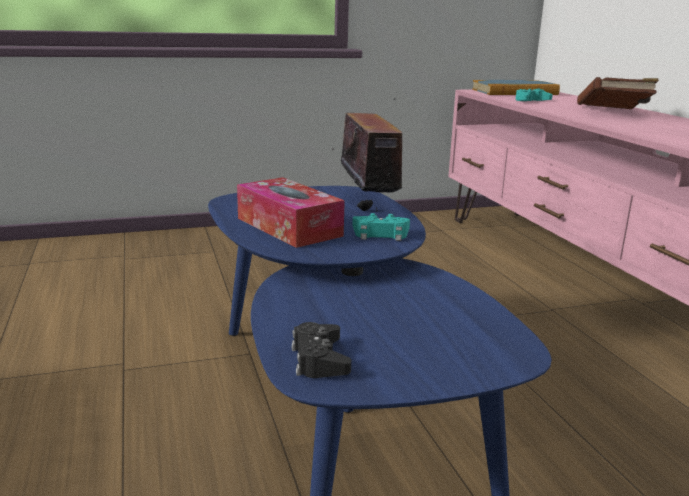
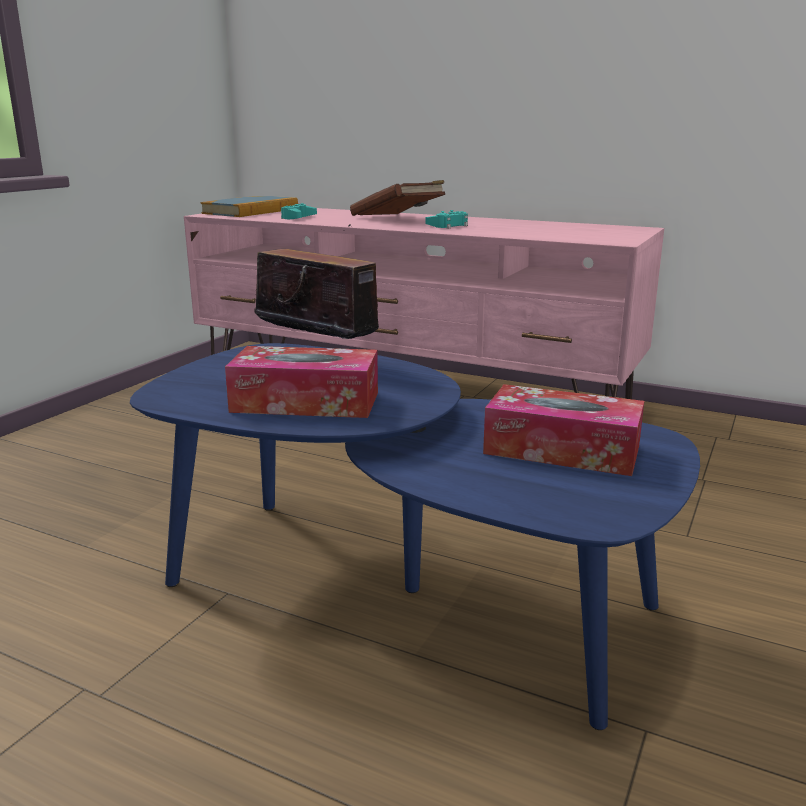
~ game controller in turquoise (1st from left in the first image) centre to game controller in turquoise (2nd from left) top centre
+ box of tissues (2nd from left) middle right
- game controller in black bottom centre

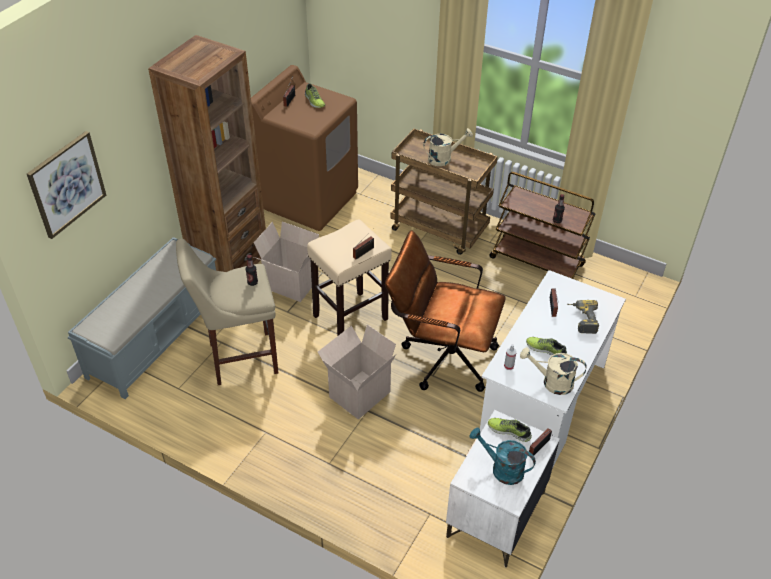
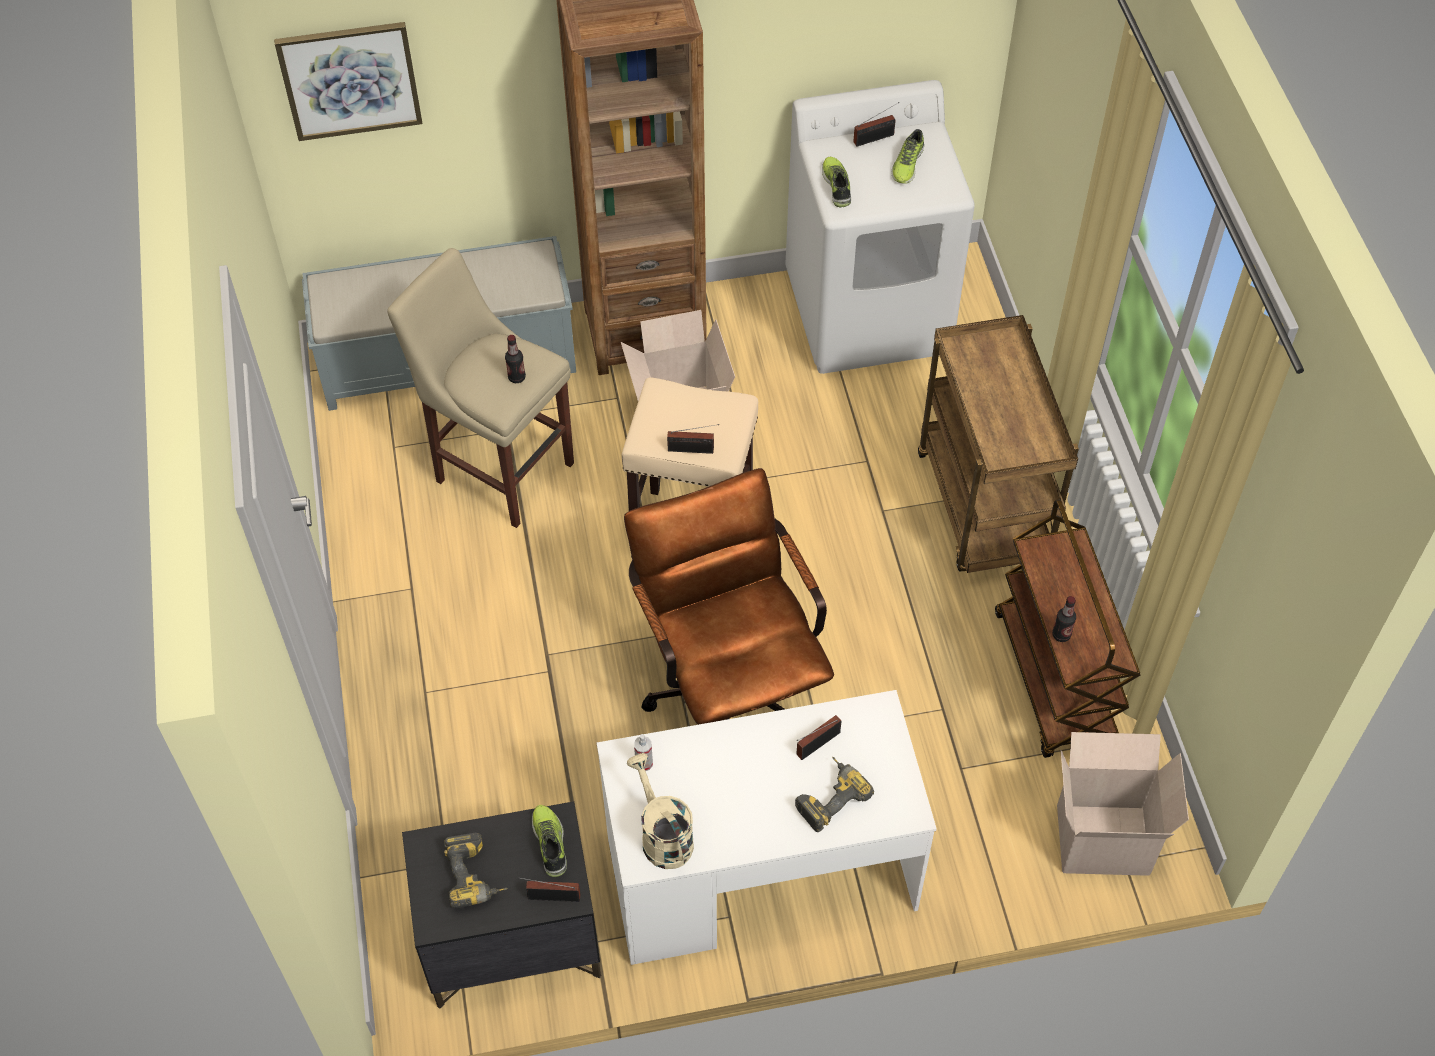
~ night table in white bottom centre to night table in black bottom centre
~ watering can in turquoise bottom centre to drill (1st from left) bottom left
~ laundry appliance in brownish top centre to laundry appliance in white top centre
~ item of footwear (3rd from left in the first image) middle right to item of footwear (2nd from left) top centre
~ cardboard box (2nd from left) centre to bottom right
- watering can in beige (1st from left) top centre

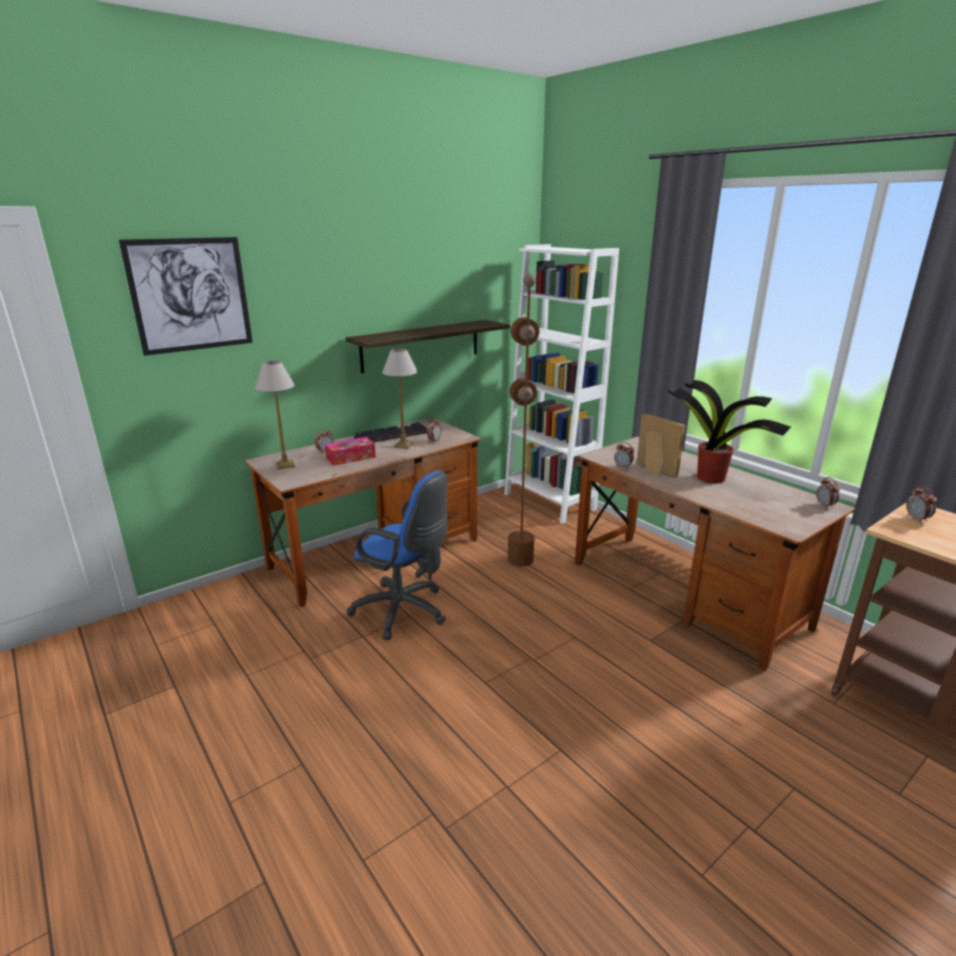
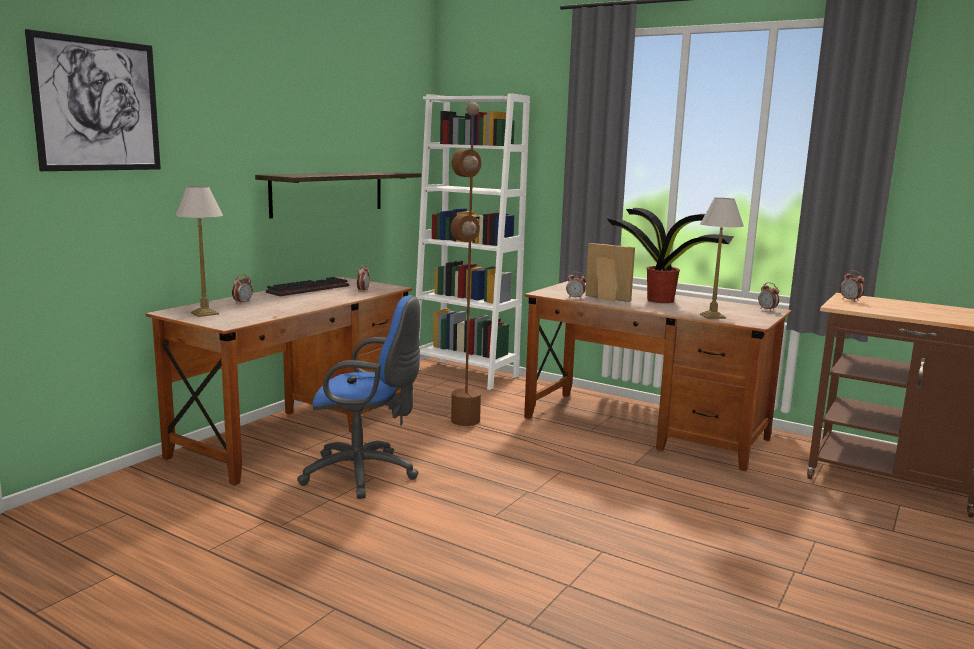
~ table lamp (2nd from left) centre to middle right
- box of tissues centre

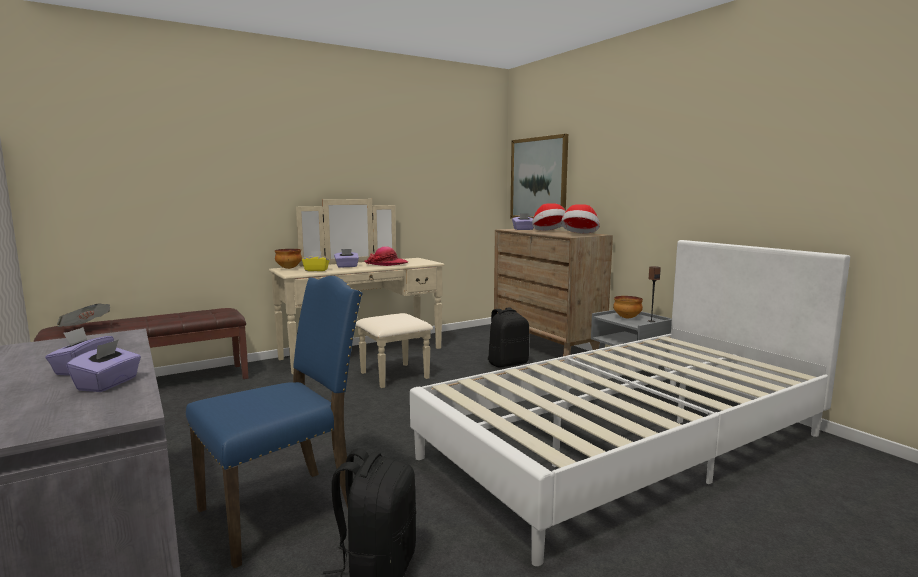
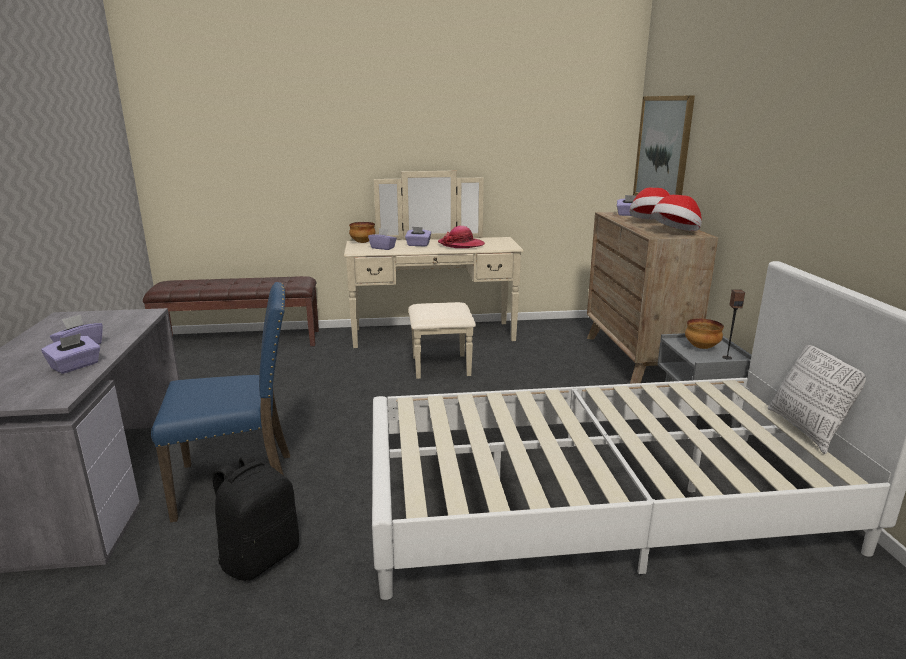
~ box of tissues in yellow centre to box of tissues in purplish (3rd from left) centre
+ cushion middle right
- newspaper middle left
- knapsack in black (2nd from left) centre

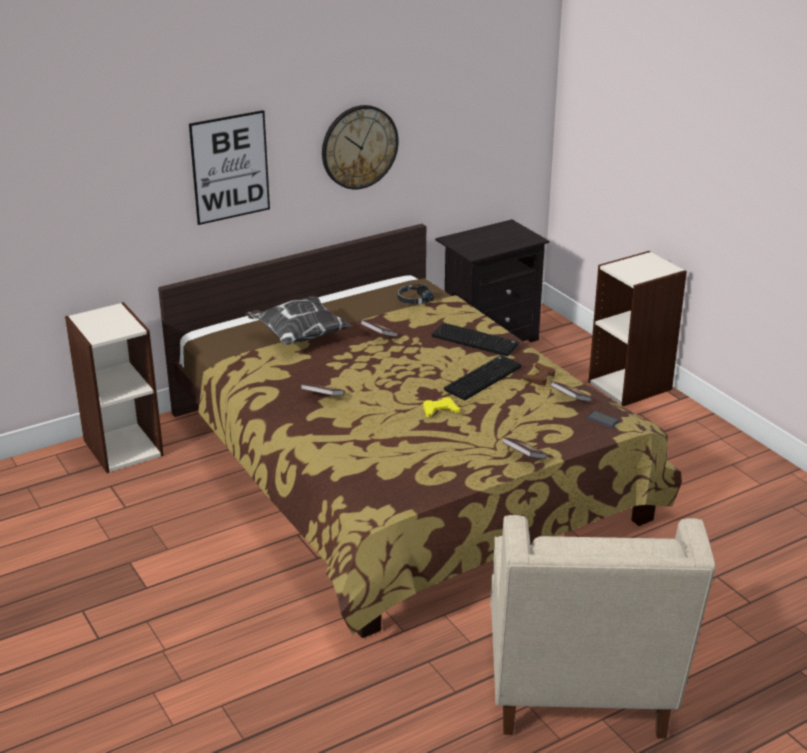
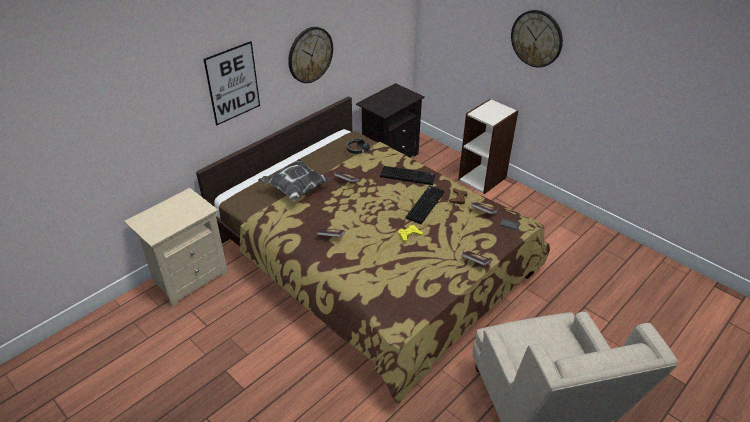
~ bookcase (1st from left) middle left to night table in beige middle left
+ wall clock (2nd from left) top right

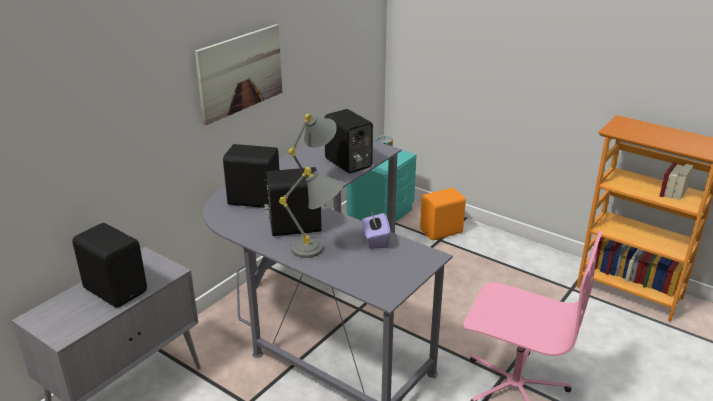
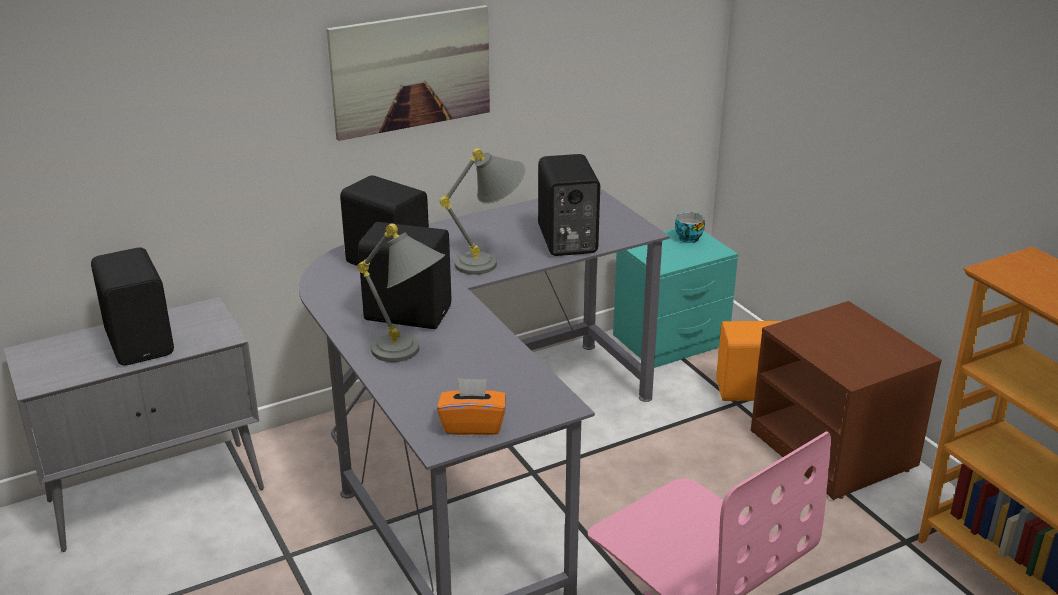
+ box of tissues in orange-coloured bottom centre
+ night table in brownish bottom right
- box of tissues in purplish centre

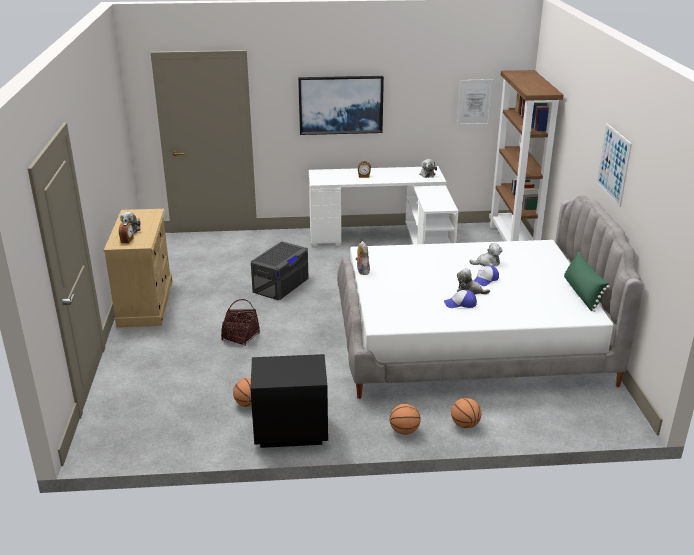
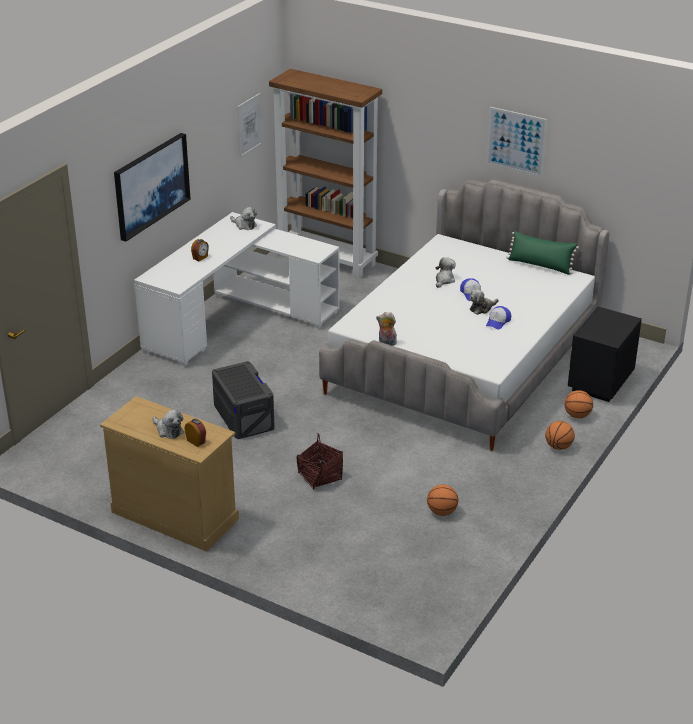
~ night table in black bottom centre to middle right

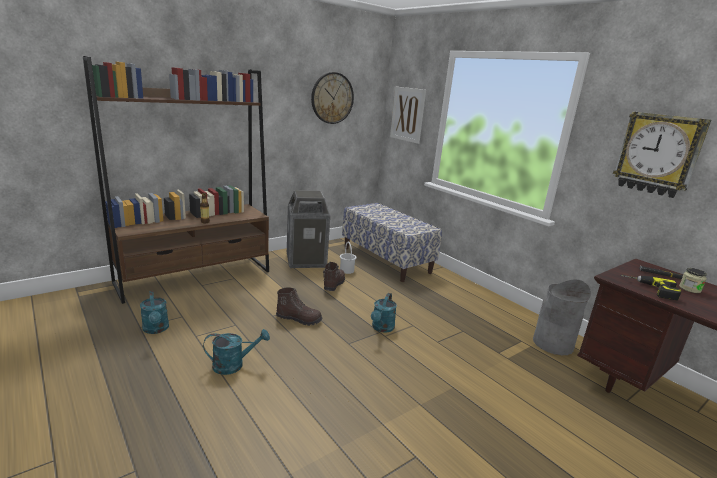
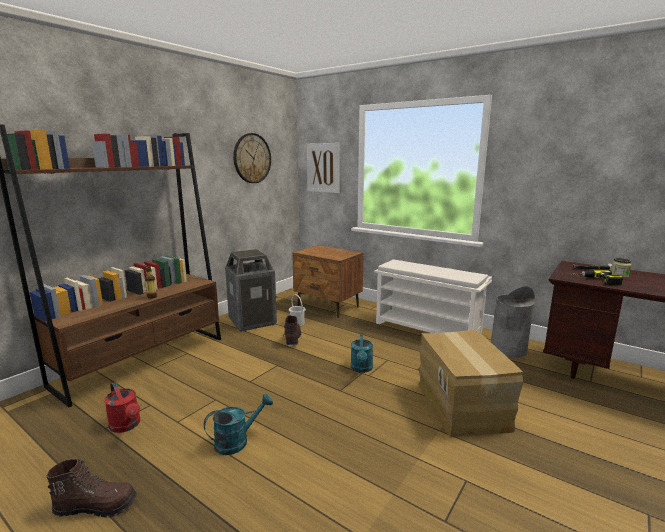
~ boot in brownish (1st from left) centre to bottom left
~ watering can in turquoise (1st from left) middle left to watering can in reddish bottom left
~ indoor bench centre to night table in brownish centre
+ shoe rack in white centre
+ cardboard box bottom right
- wall clock (2nd from left) top right

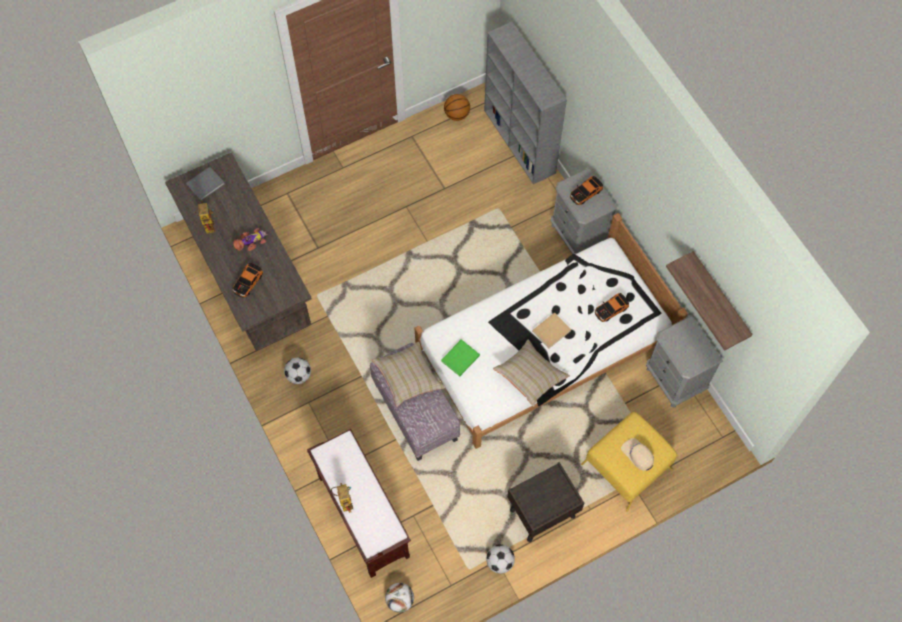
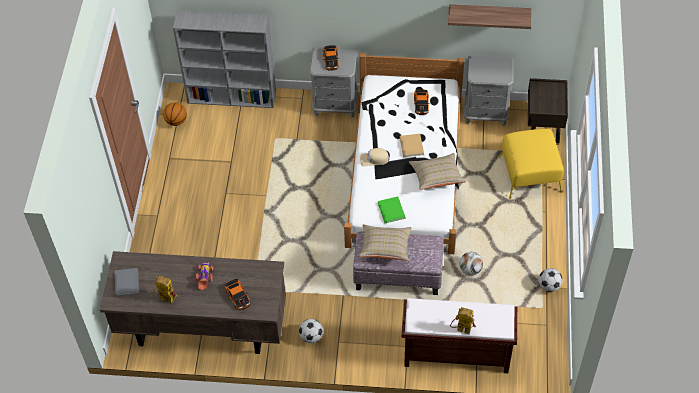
~ cap in beige bottom right to centre
~ football (2nd from left) bottom centre to bottom right
~ night table in brownish bottom centre to top right

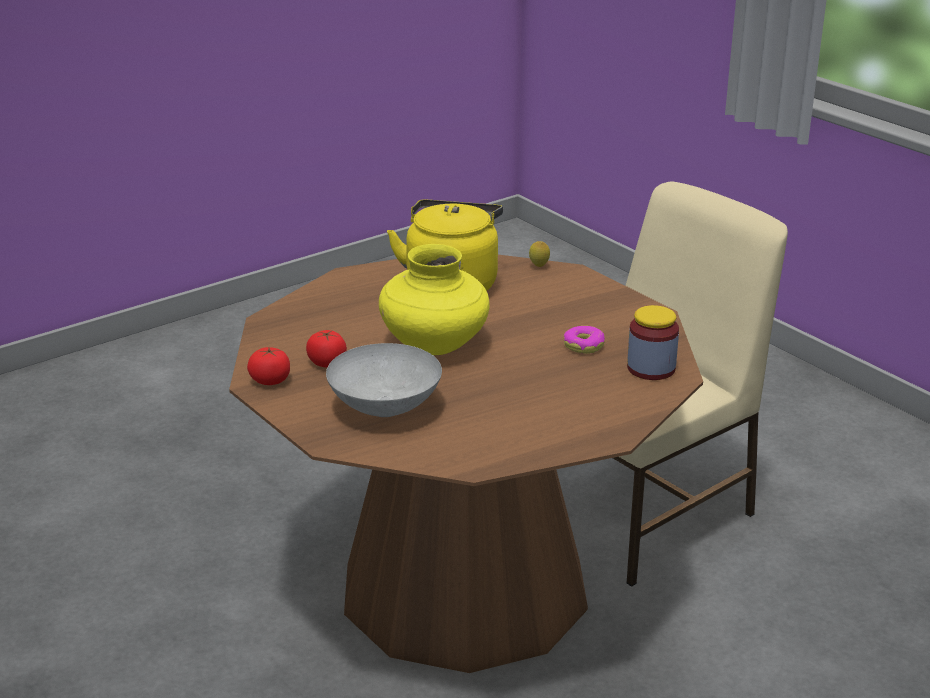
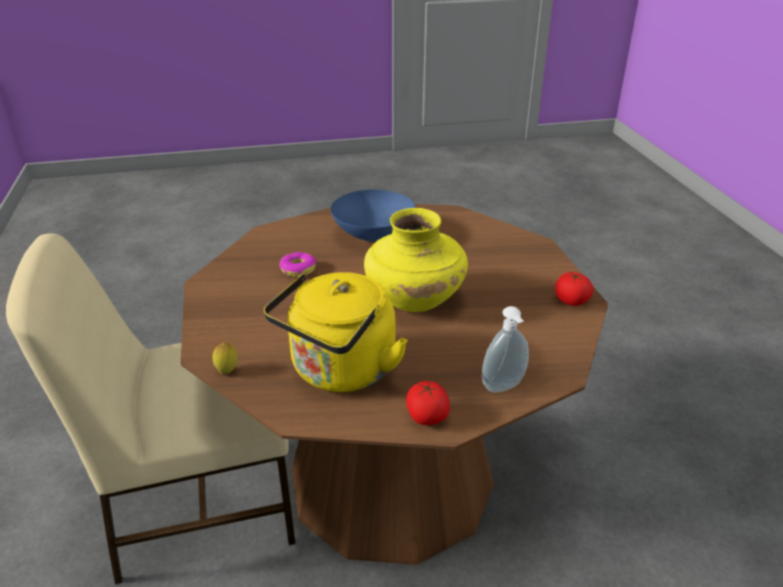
+ serving bowl in blue centre
~ tomato (2nd from left in the first image) centre to tomato (1st from left) bottom centre
+ liquid soap bottle centre
- serving bowl in greyish centre
- preserve jar middle right

